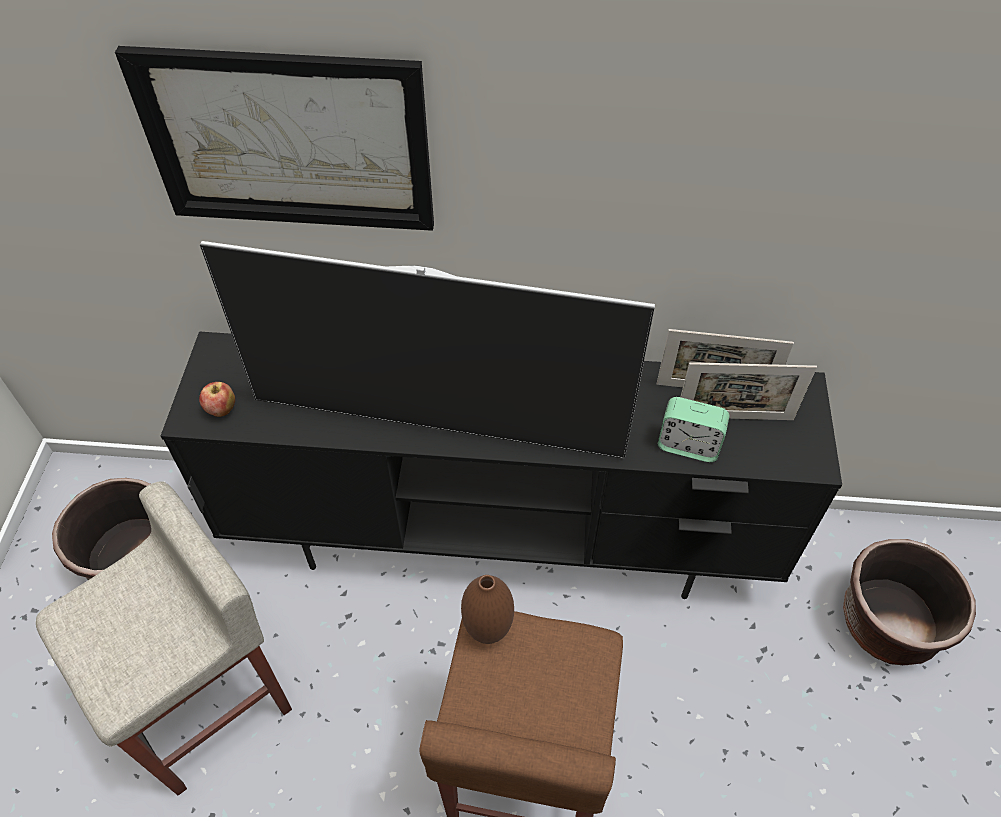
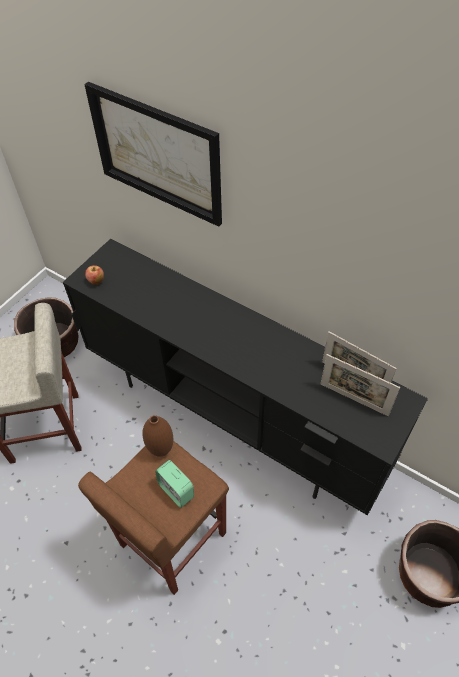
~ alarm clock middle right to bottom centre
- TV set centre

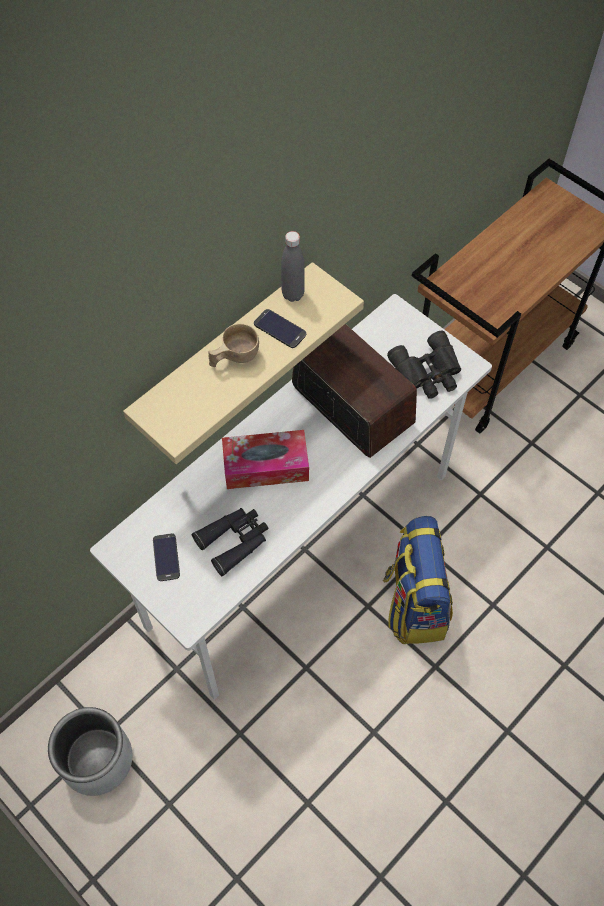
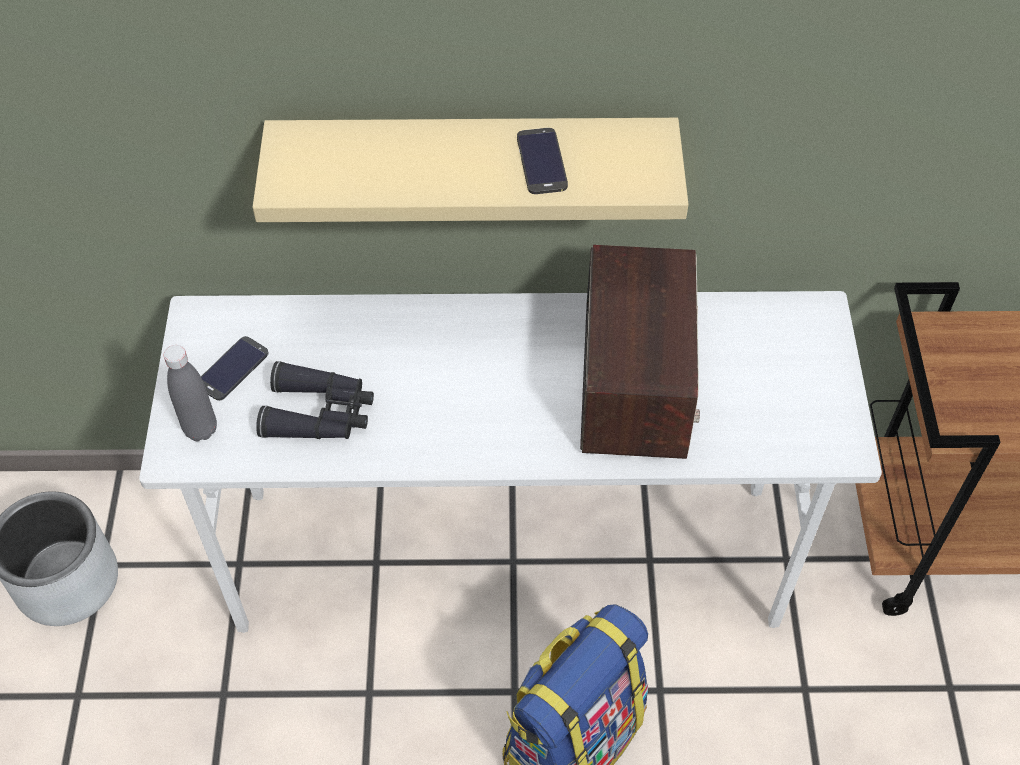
~ drink bottle in greyish top centre to middle left
- drinking cup in beige centre
- box of tissues centre
- field glasses in black (2nd from left) middle right

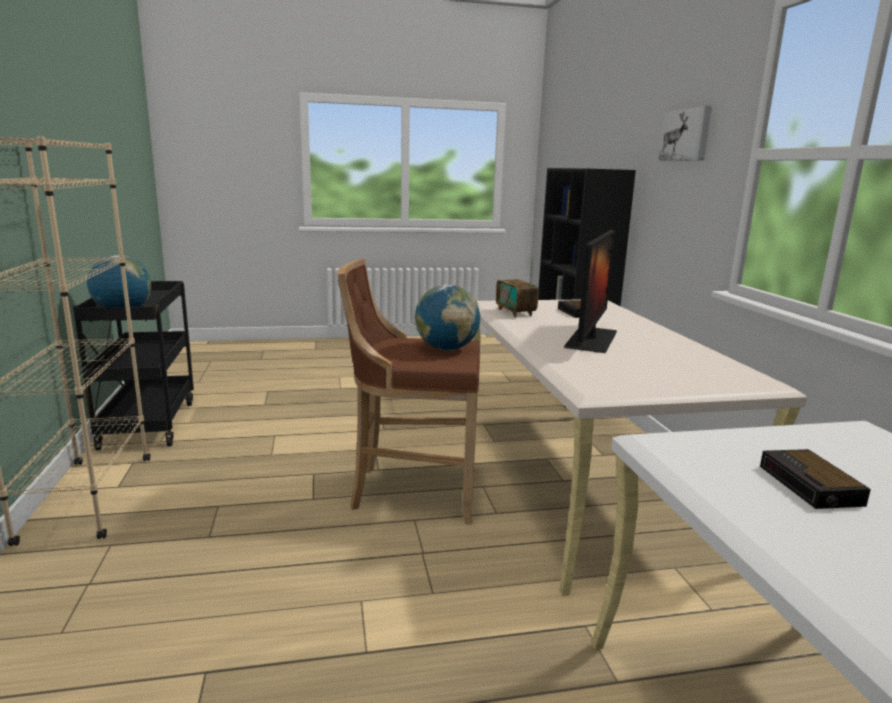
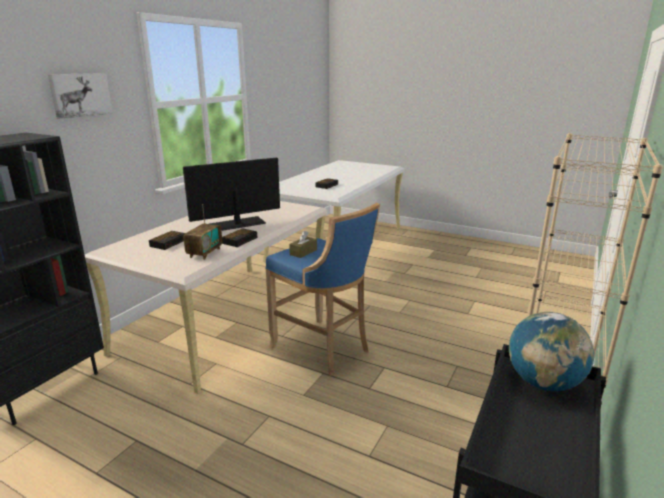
+ alarm clock (2nd from left) centre
~ stool in brownish centre to stool in blue centre
~ desk globe (2nd from left) centre to box of tissues in brownish centre

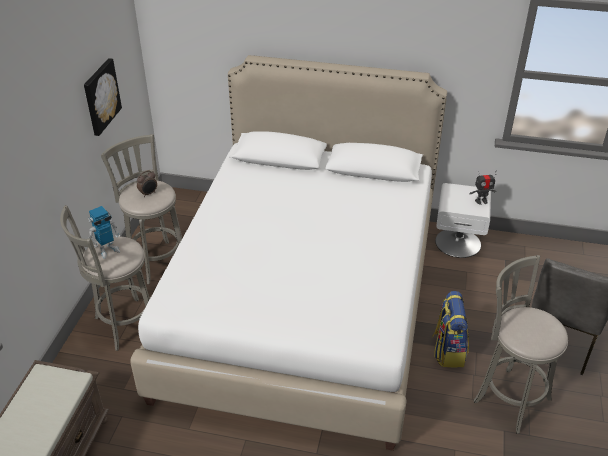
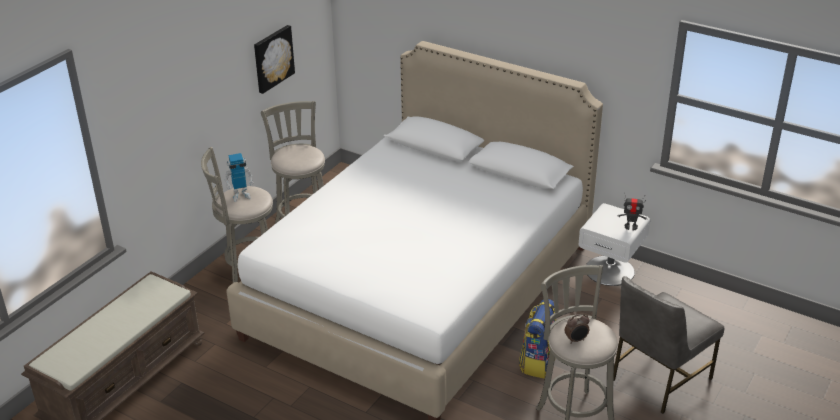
~ alarm clock middle left to bottom right

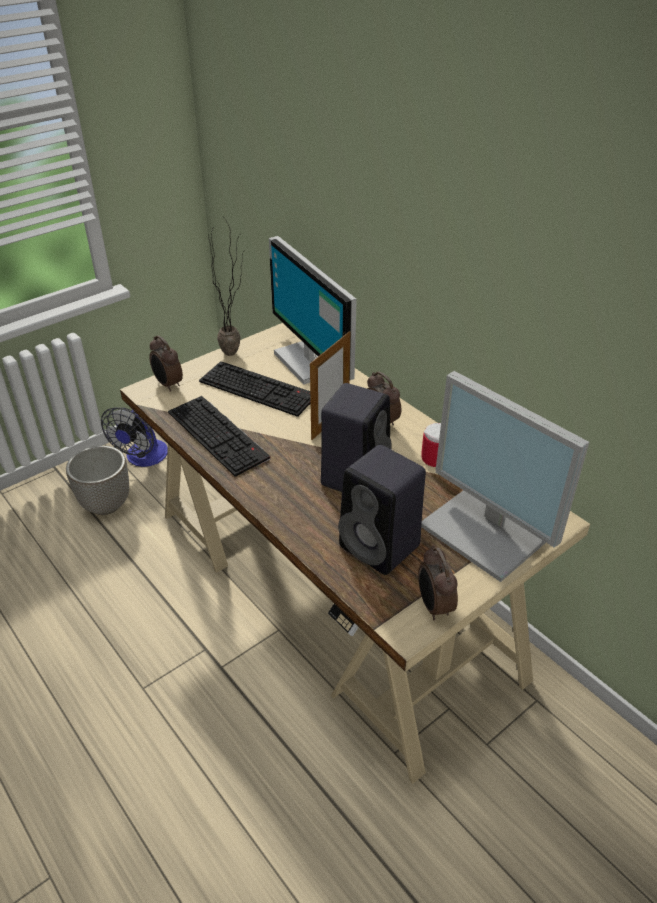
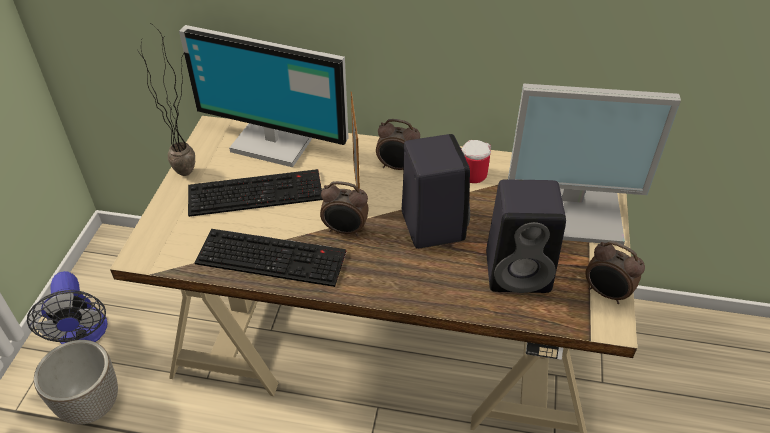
~ alarm clock (1st from left) middle left to centre

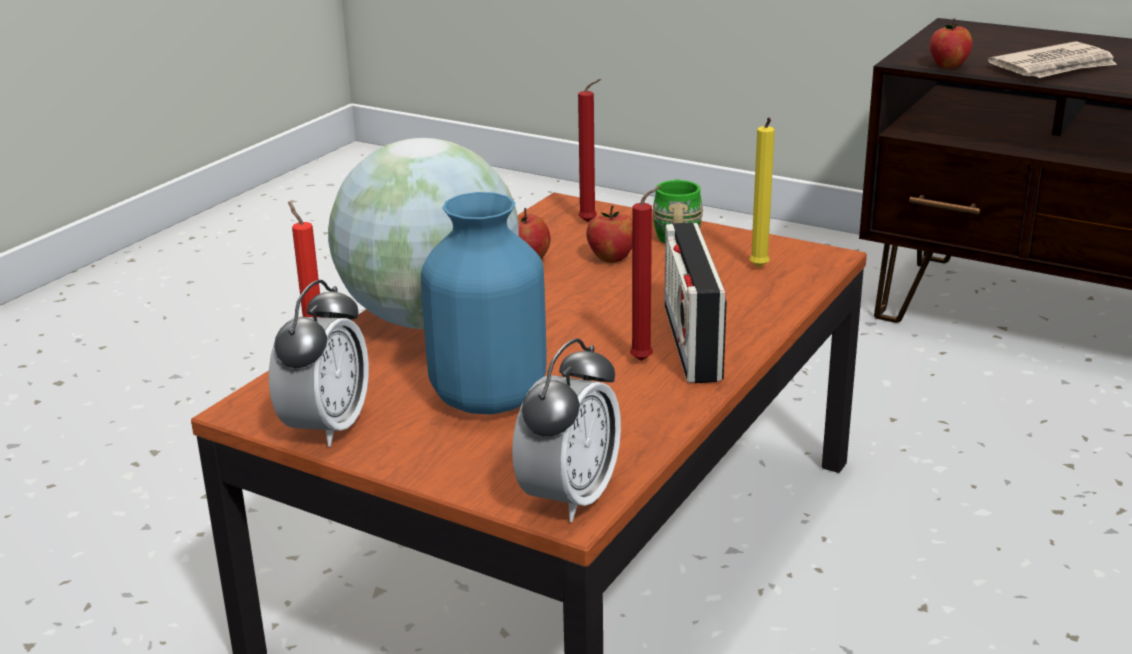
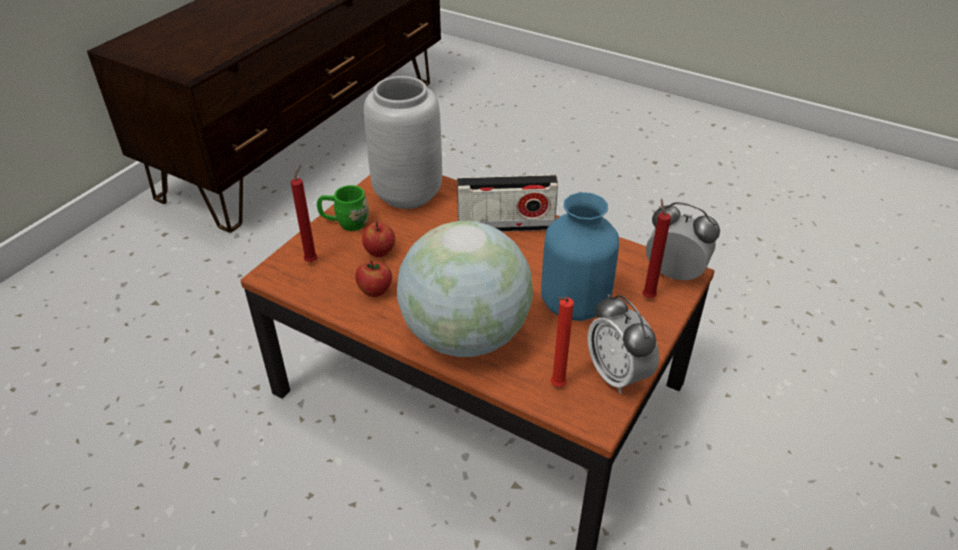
~ wax light in yellow top right to flower vase in greyish top centre
~ alarm clock (1st from left) middle left = centre 135 degrees counterclockwise
~ wax light in reddish (3rd from left) centre to middle right
- apple (3rd from left) top right
- newspaper top right

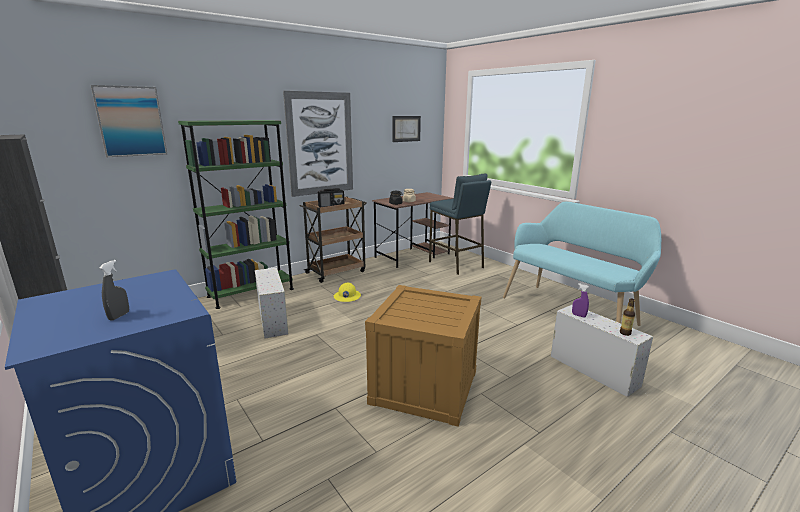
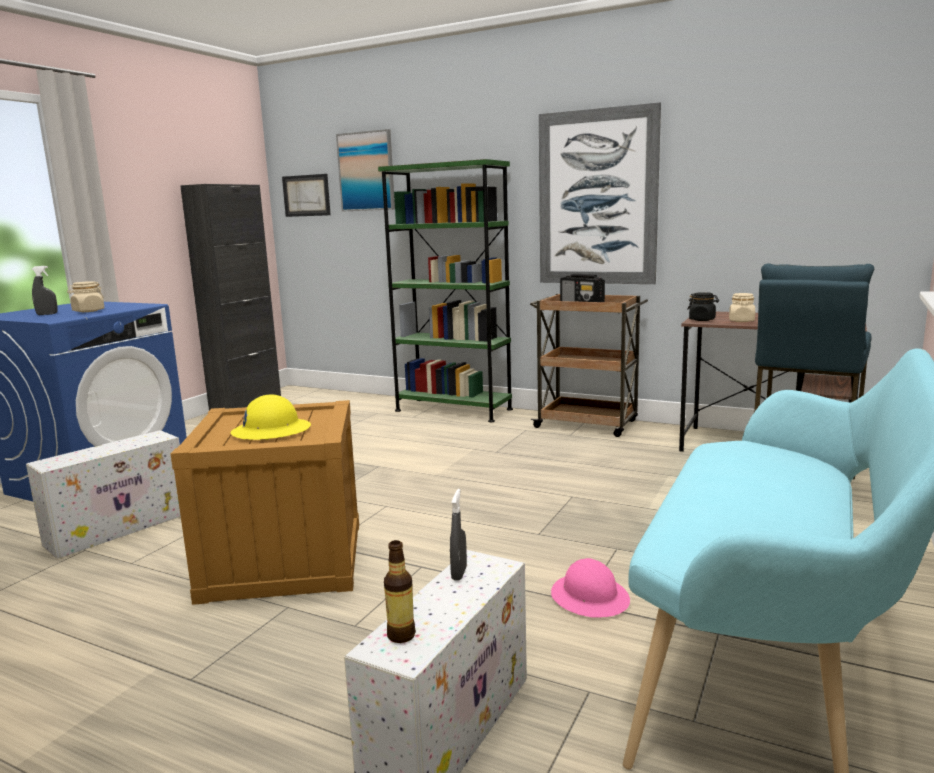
~ storage box in white (1st from left) centre to middle left
+ preserve jar in beige (1st from left) middle left
~ safety helmet in yellow centre to middle left
~ wall picture (3rd from left in the first image) top centre to wall picture (1st from left) top left
~ sprayer in purplish middle right to sprayer in greyish (2nd from left) bottom centre
+ safety helmet in pink-coloured bottom centre

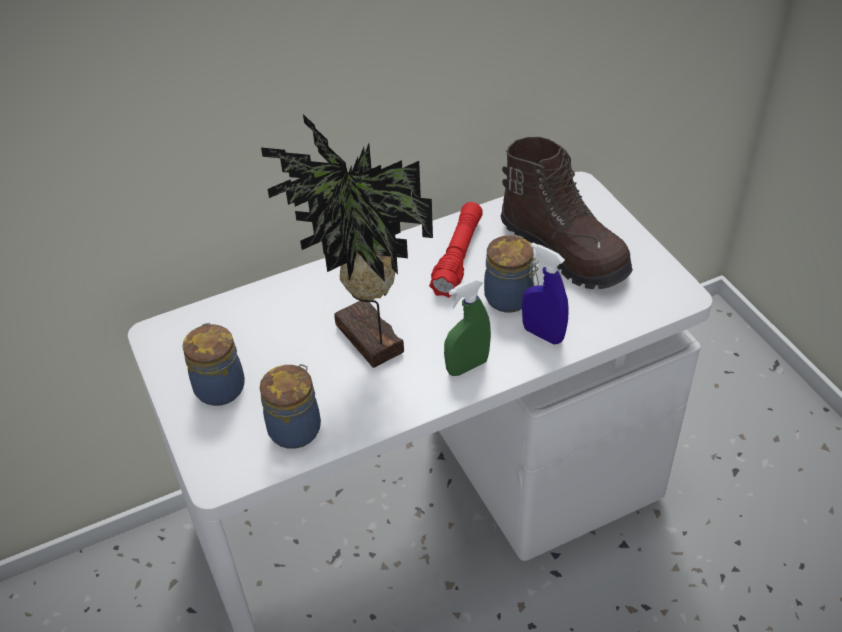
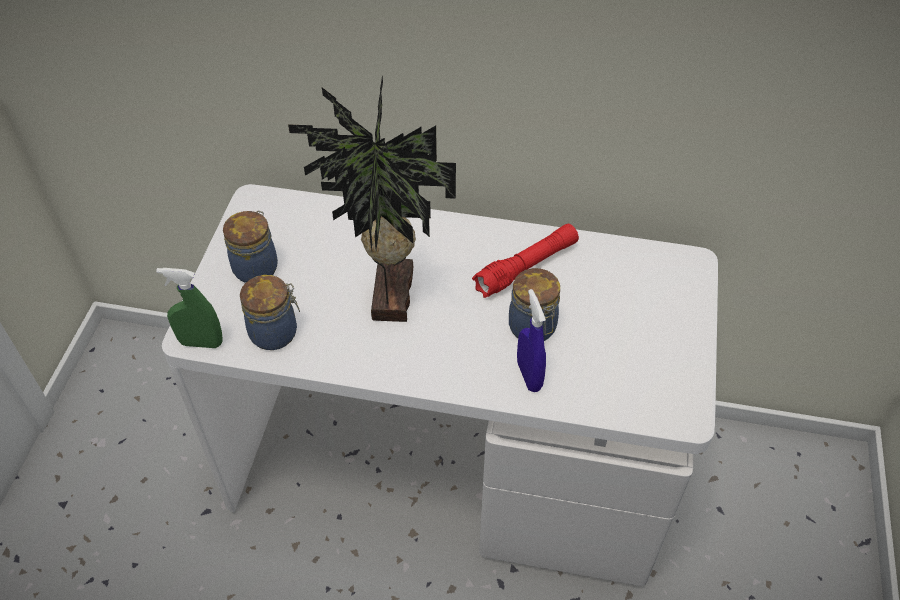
~ sprayer in green centre to middle left
- boot in brownish middle right

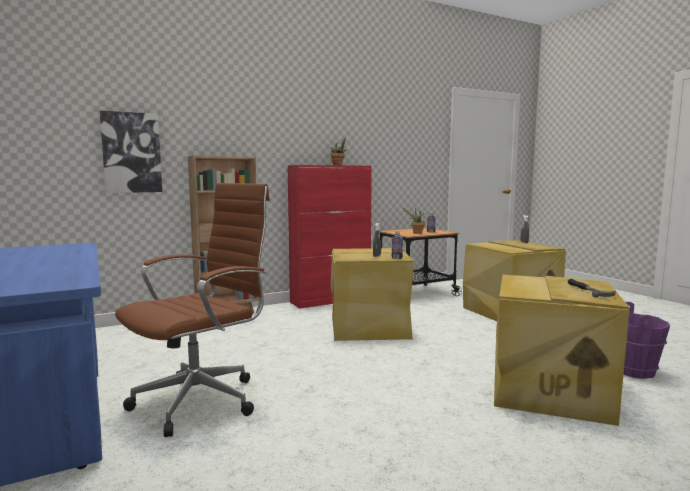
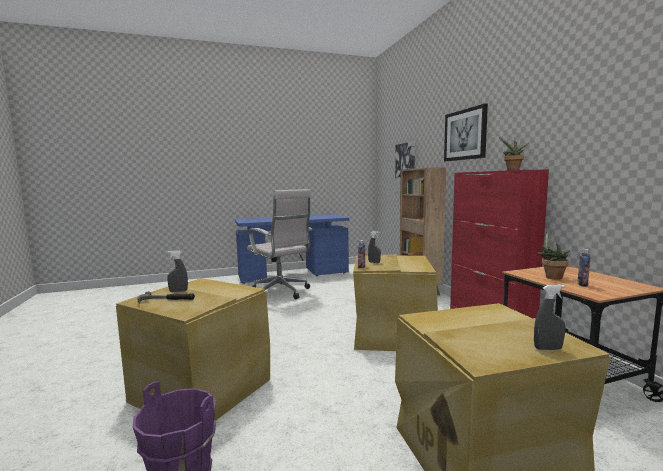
+ sprayer in greyish (1st from left) middle left
~ desk chair in brownish middle left to desk chair in white centre
+ wall picture (2nd from left) top right

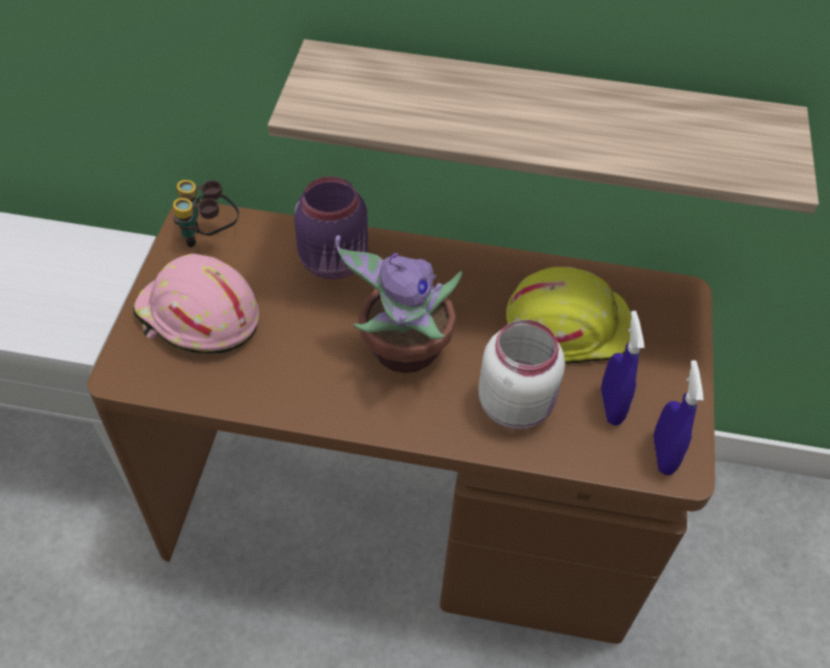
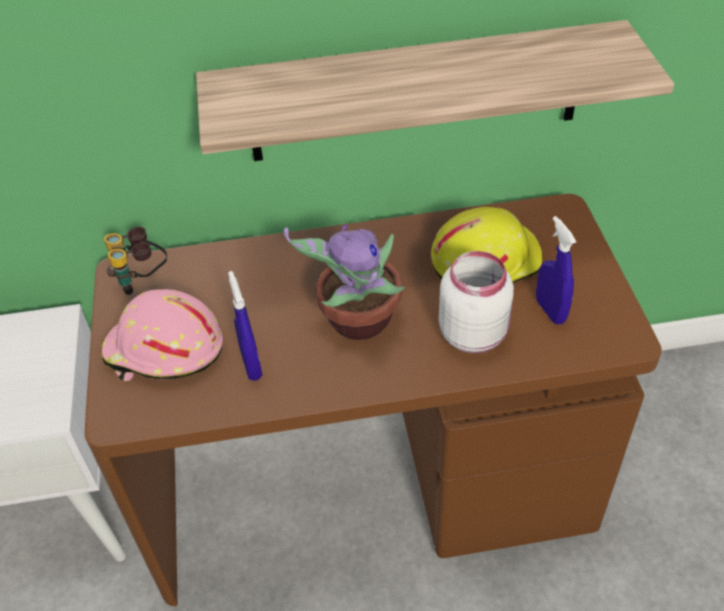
~ sprayer in blue (2nd from left in the first image) middle right to sprayer in blue (1st from left) centre
- preserve jar in purplish centre

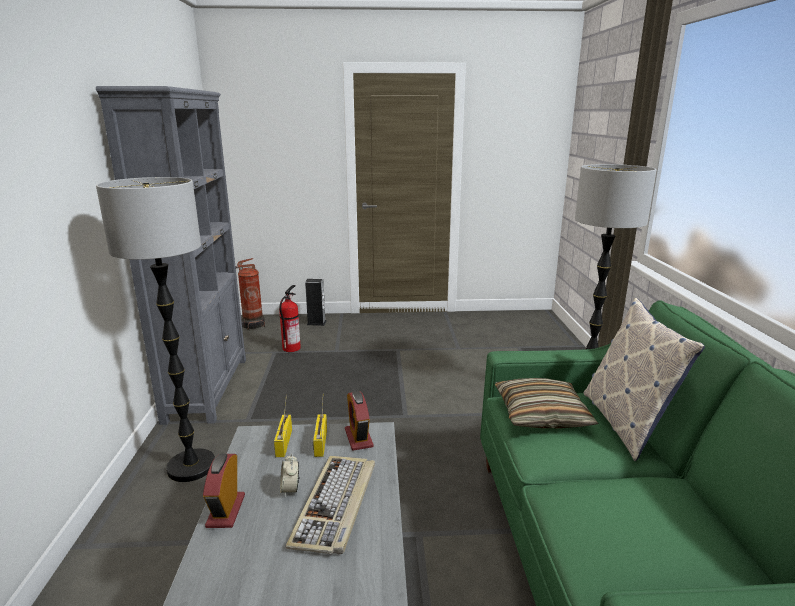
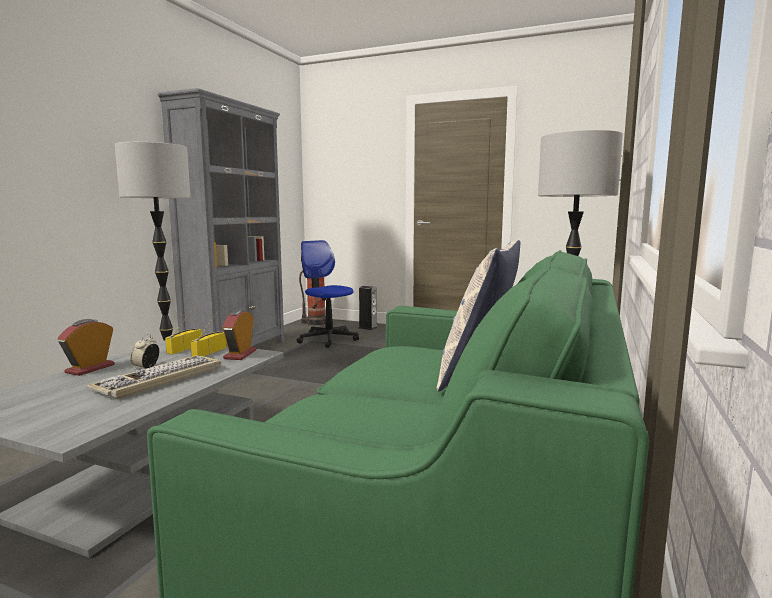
~ fire-fighting cylinder (2nd from left) centre to desk chair centre
- cushion (1st from left) middle right

